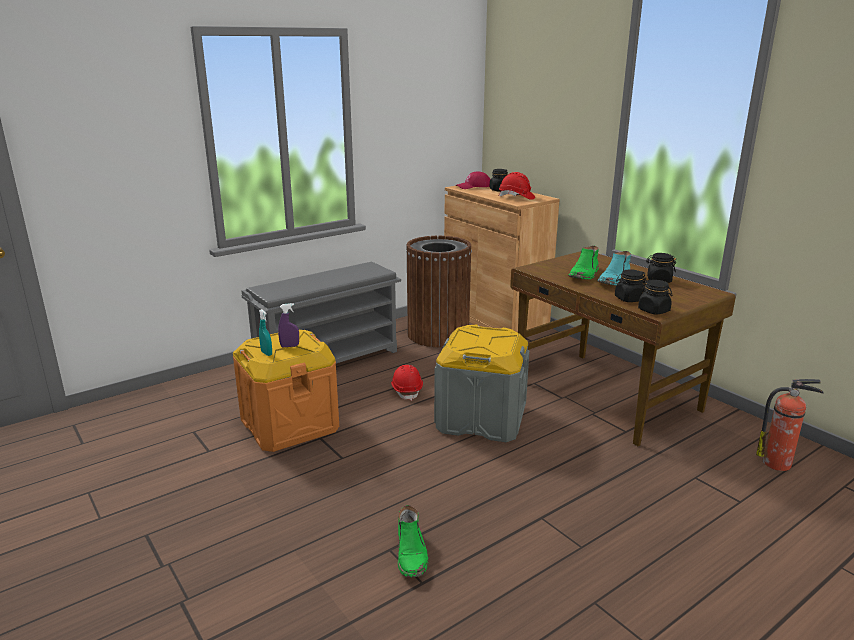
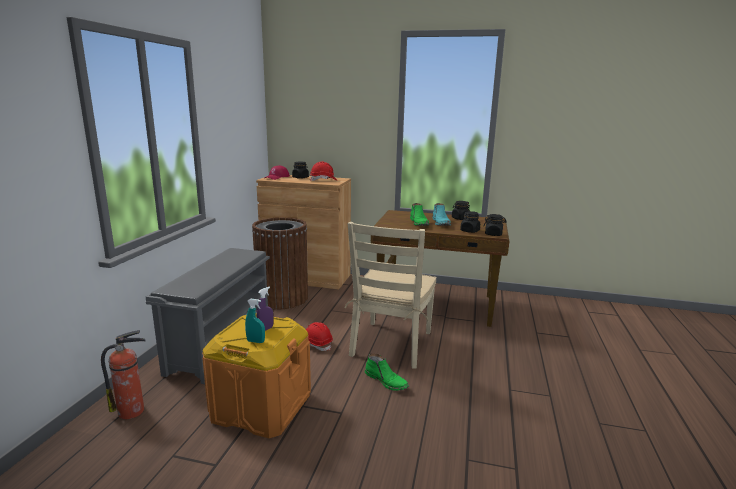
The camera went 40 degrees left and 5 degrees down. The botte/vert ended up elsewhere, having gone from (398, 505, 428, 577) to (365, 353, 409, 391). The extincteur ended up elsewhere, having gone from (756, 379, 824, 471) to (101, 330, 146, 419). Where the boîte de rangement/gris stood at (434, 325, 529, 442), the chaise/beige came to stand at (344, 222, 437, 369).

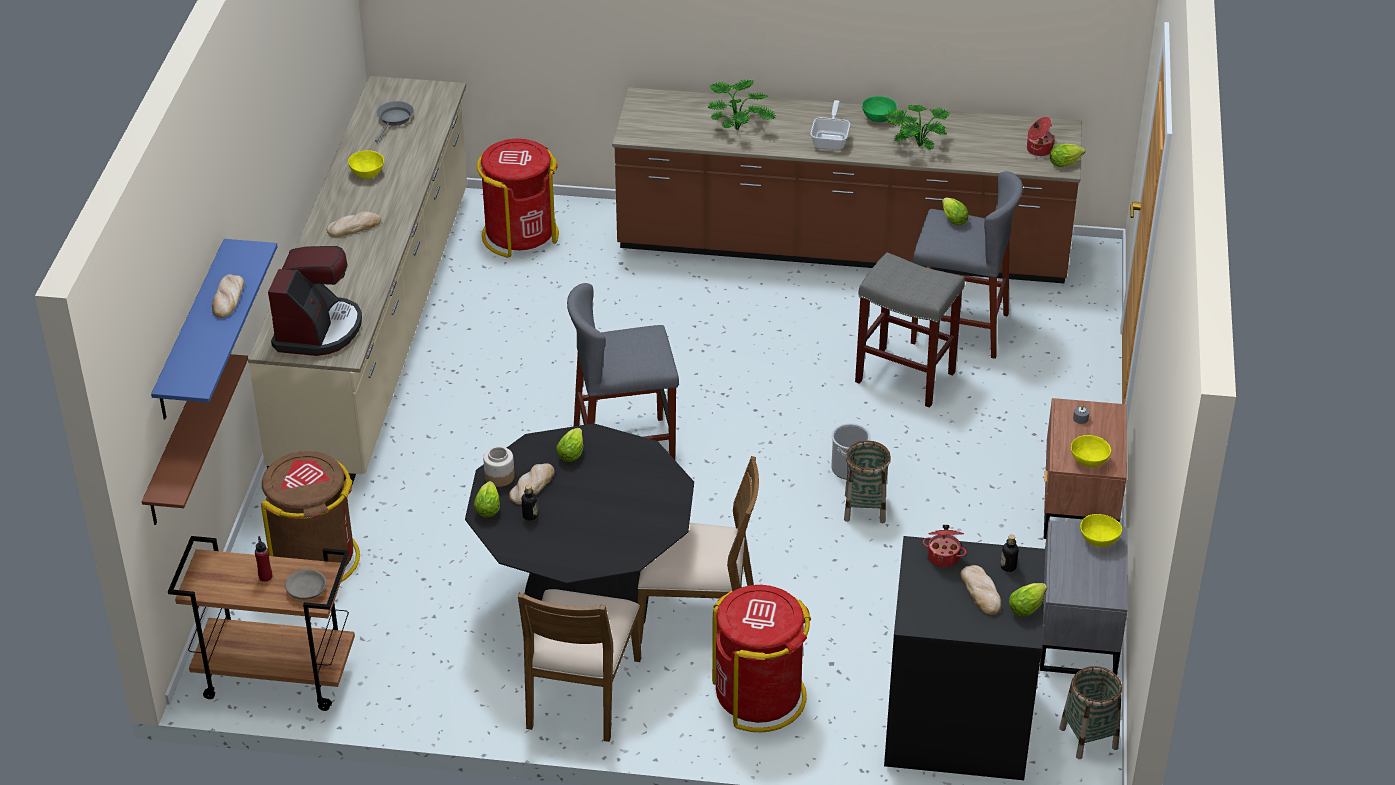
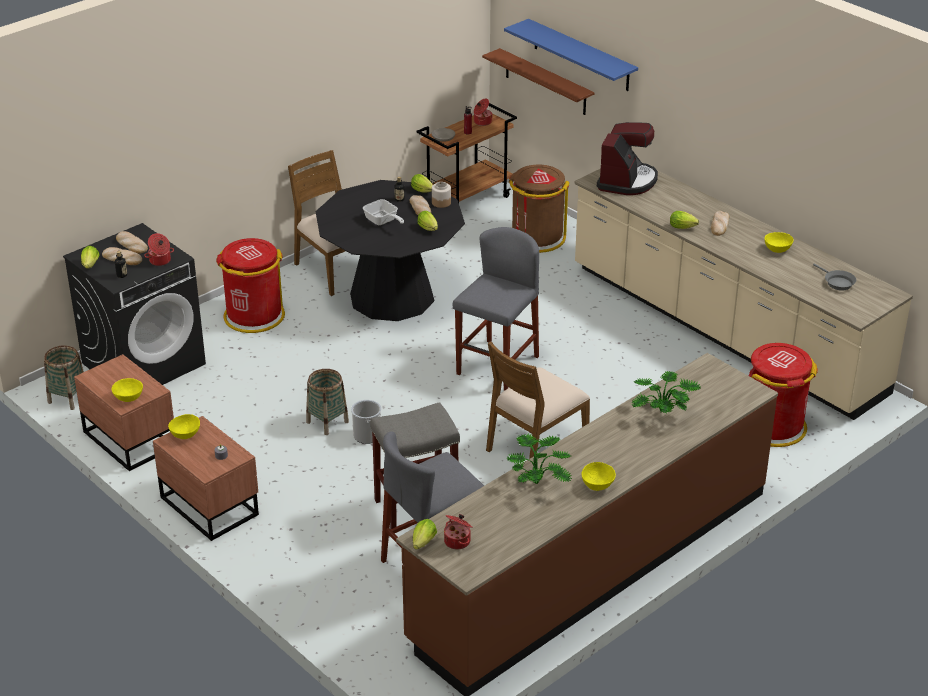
The camera went 130 degrees right and 5 degrees down. The second view gained the marmite at (474, 98, 492, 126). The pain ended up elsewhere, having gone from (212, 274, 244, 318) to (116, 231, 148, 254). The chaise/marron ended up elsewhere, having gone from (638, 456, 759, 644) to (486, 341, 590, 459). The poêle ended up elsewhere, having gone from (811, 100, 850, 150) to (363, 199, 404, 225). The laitue ended up elsewhere, having gone from (942, 198, 968, 225) to (670, 211, 699, 229). What was the bol/vert at (862, 96, 897, 122) turned into the bol/jaune at (582, 462, 616, 491). What was the table de chevet/gris at (1040, 520, 1128, 675) turned into the table de chevet/marron at (74, 354, 174, 471). The machine à café at (268, 246, 362, 356) ended up facing another way, 120 degrees counterclockwise from before.

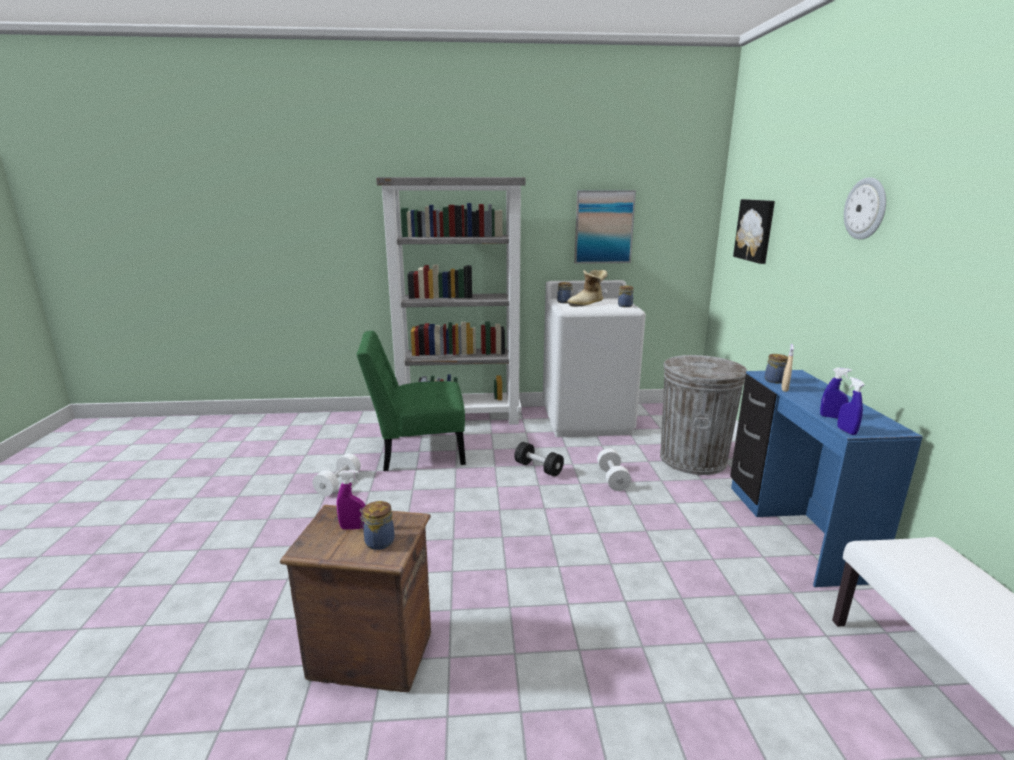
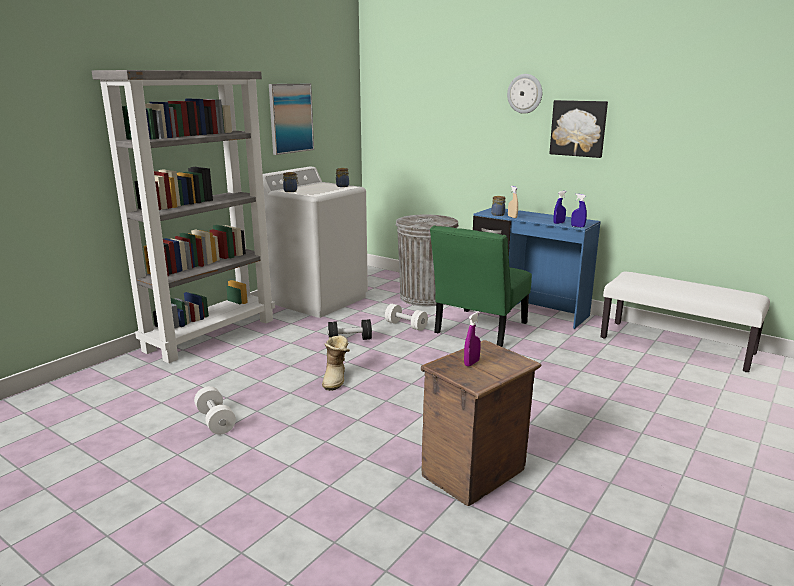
The camera went 50 degrees left and 0 degrees up. The second view lost the bocal at (360, 501, 395, 550). The chaise/vert ended up elsewhere, having gone from (356, 331, 466, 471) to (430, 225, 532, 347). The botte ended up elsewhere, having gone from (567, 270, 608, 307) to (322, 335, 350, 391). The tableau ended up elsewhere, having gone from (733, 199, 775, 264) to (549, 100, 608, 158).

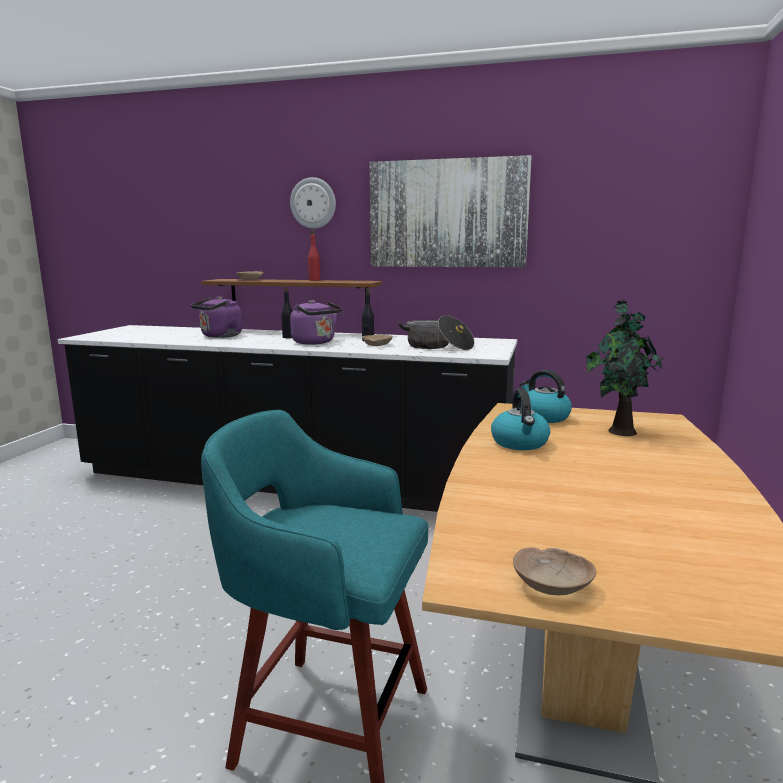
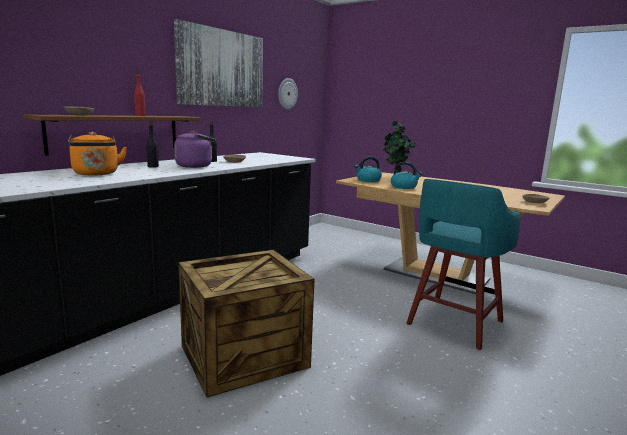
The camera went 70 degrees left and 0 degrees up. The second view lost the marmite at (398, 315, 474, 350). The second view gained the caisse at (178, 250, 315, 397). The horloge murale ended up elsewhere, having gone from (290, 177, 336, 229) to (278, 78, 298, 109). What was the bouilloire/violet at (191, 296, 242, 338) turned into the bouilloire/orange at (68, 132, 127, 176).

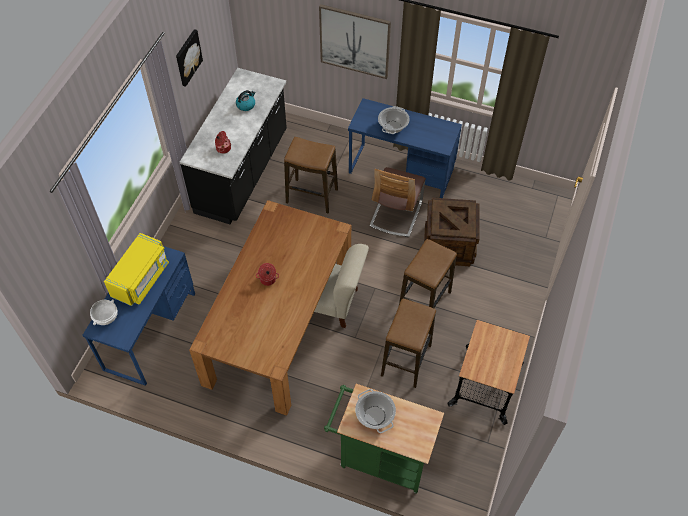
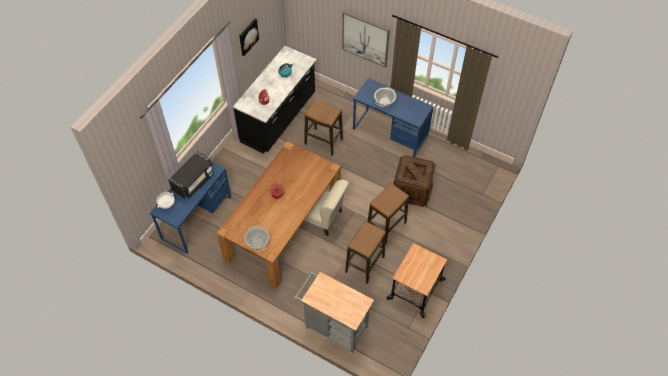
The camera went 10 degrees right and 0 degrees up. The second view lost the chaise at (370, 167, 426, 237). The marmite ended up elsewhere, having gone from (355, 389, 396, 433) to (244, 225, 270, 252). What was the micro-ondes/jaune at (104, 233, 169, 306) turned into the micro-ondes/noir at (168, 151, 214, 199). What was the chariot/vert at (324, 384, 444, 494) turned into the chariot/gris at (293, 271, 374, 353).

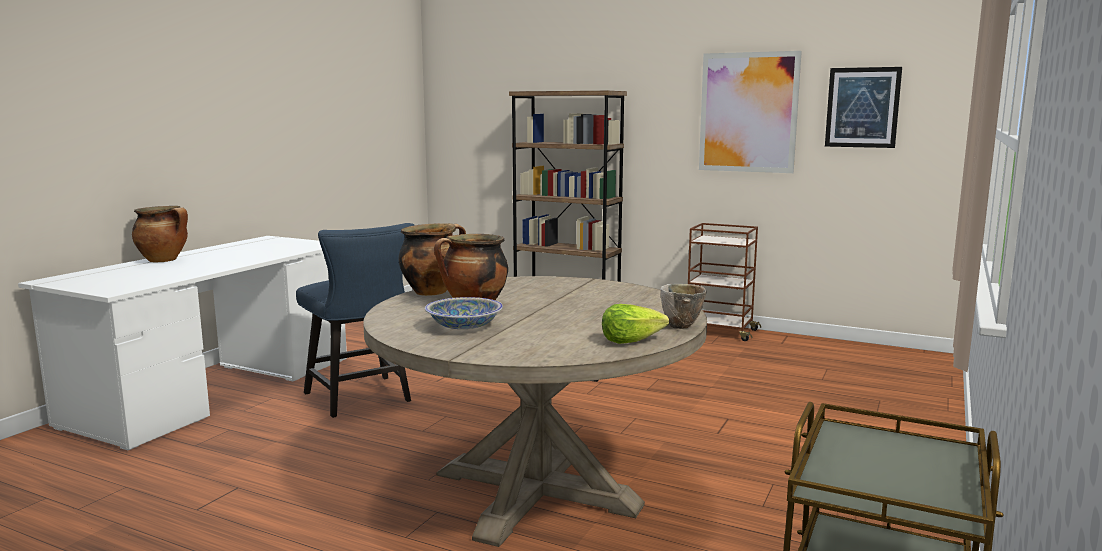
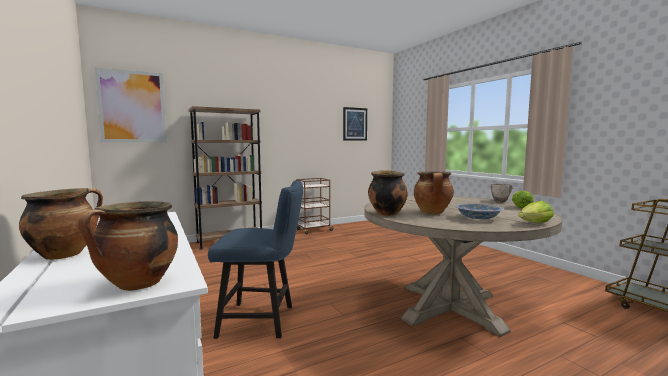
The camera went 55 degrees left and 5 degrees down. The second view gained the marmite at (78, 201, 178, 291). The second view gained the laitue at (519, 201, 554, 223). The tableau ended up elsewhere, having gone from (699, 51, 802, 173) to (95, 67, 167, 142).

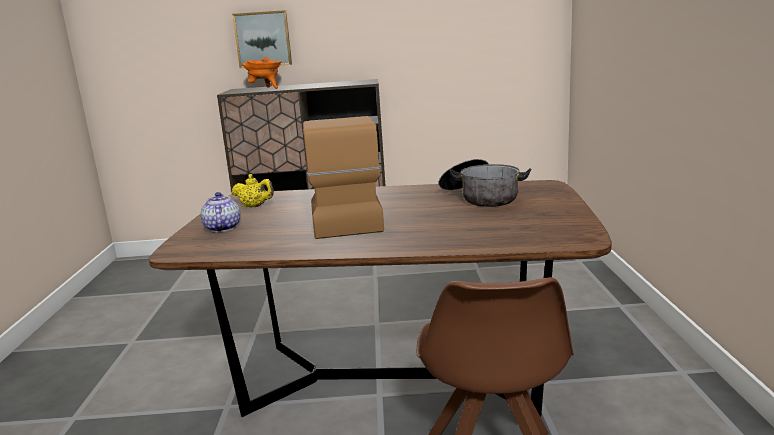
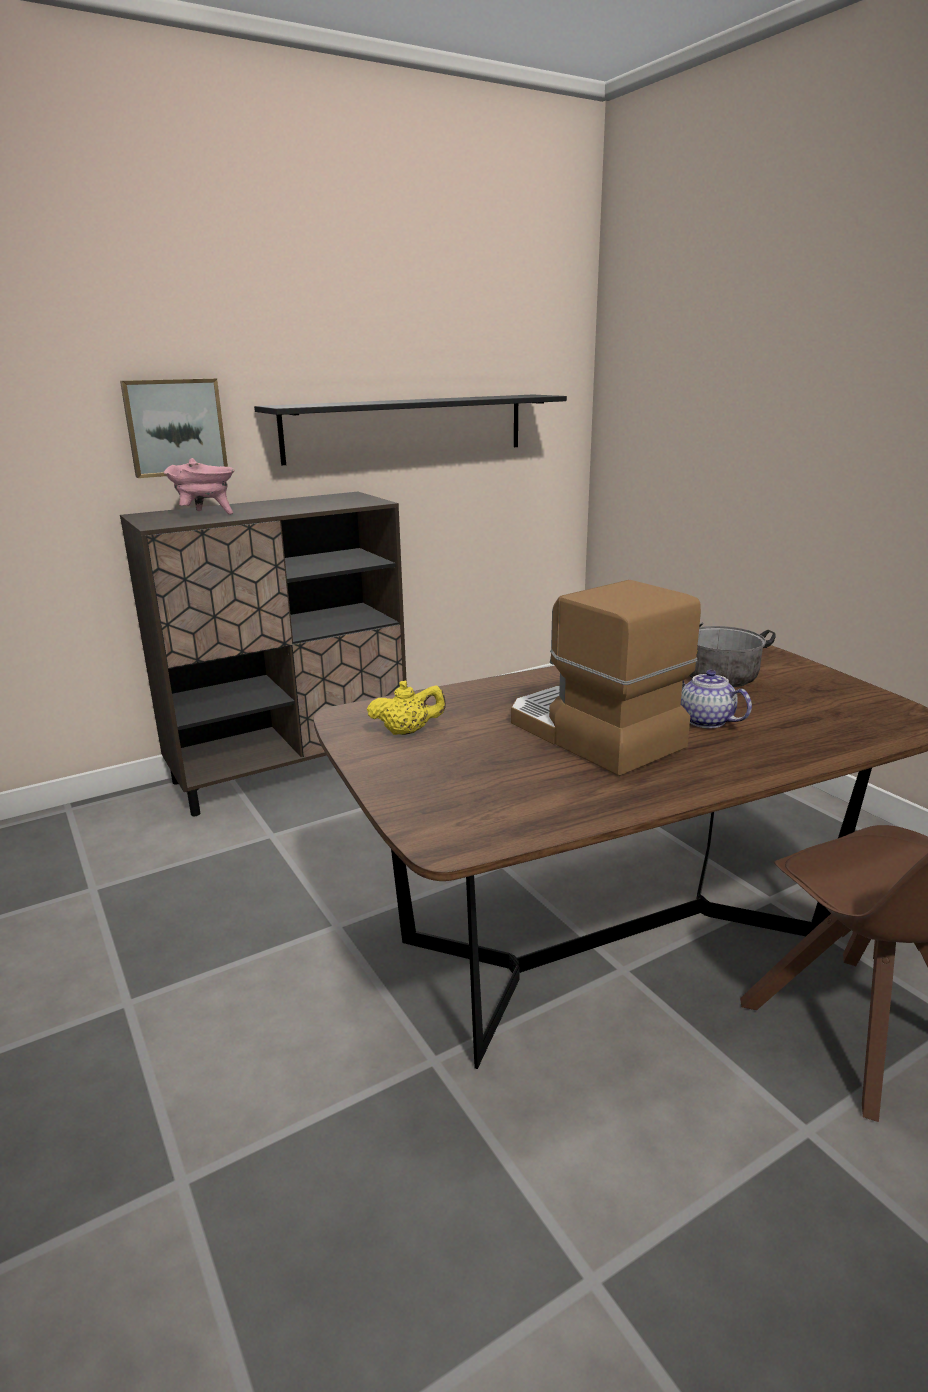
The camera went 30 degrees left and 5 degrees up. The second view gained the étagère/noir at (254, 395, 567, 465). The théière ended up elsewhere, having gone from (201, 192, 241, 232) to (681, 670, 752, 728). What was the marmite/orange at (242, 57, 282, 89) turned into the marmite/rose at (164, 458, 235, 515).

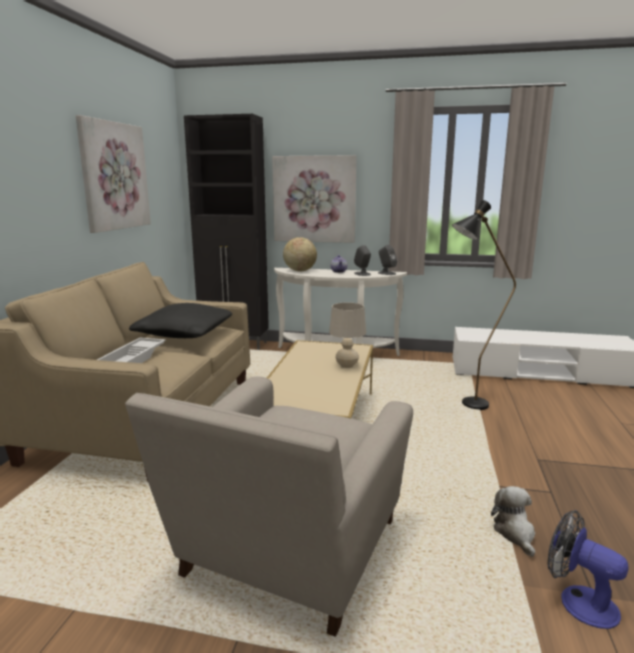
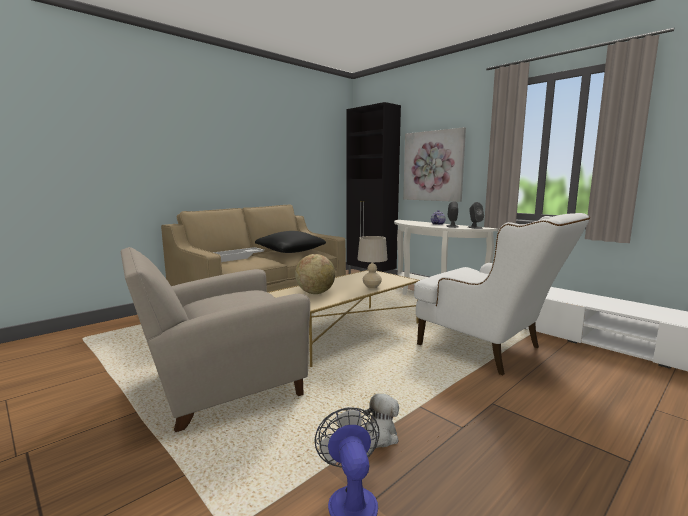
The camera went 35 degrees right and 5 degrees down. The second view lost the tableau at (76, 115, 151, 233). The globe ended up elsewhere, having gone from (283, 237, 317, 272) to (295, 254, 335, 294). Where the lampadaire/noir stood at (452, 200, 516, 410), the fauteuil/blanc came to stand at (414, 213, 590, 375).

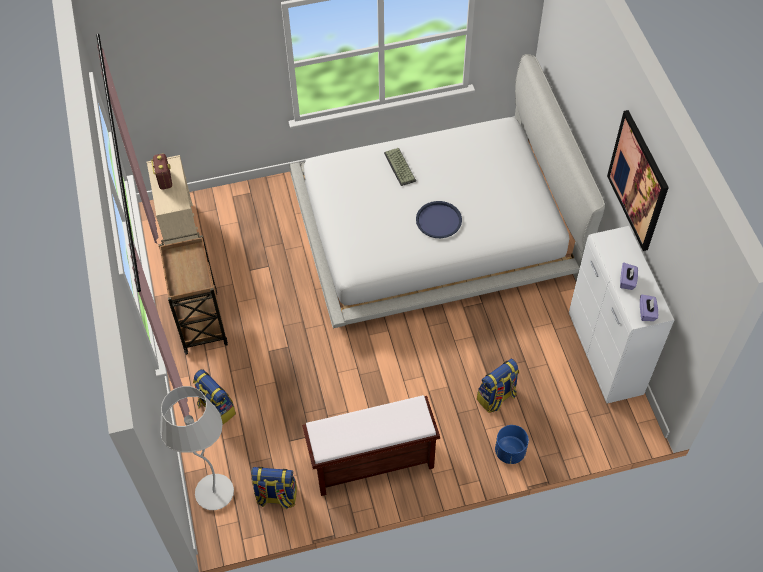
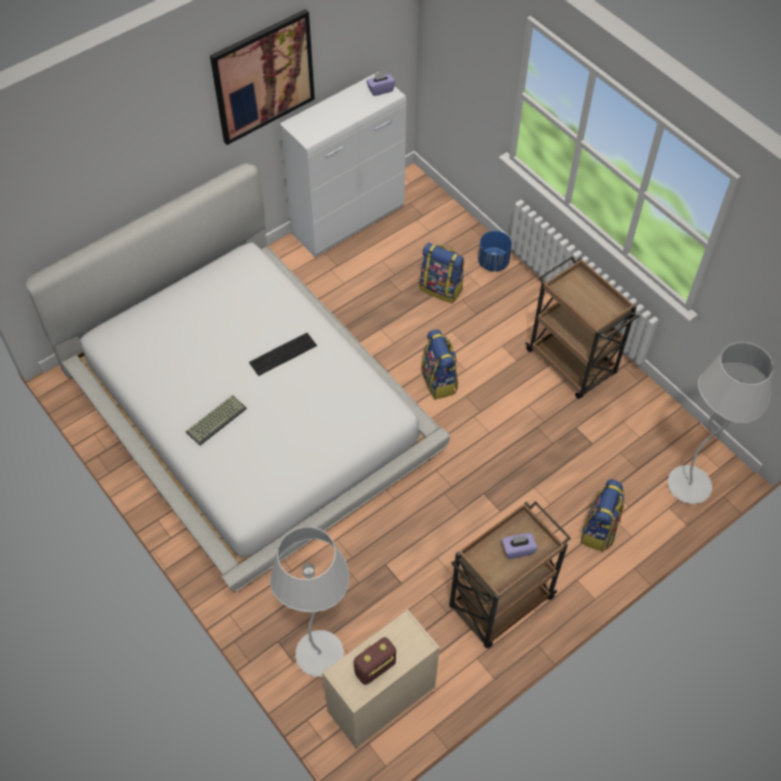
The camera went 115 degrees left and 0 degrees up. The second view gained the lampadaire/blanc at (270, 527, 349, 677). The sac à dos ended up elsewhere, having gone from (251, 467, 297, 509) to (421, 329, 458, 399). The boîte à mouchoirs/violet ended up elsewhere, having gone from (620, 263, 638, 290) to (502, 533, 538, 559). Where the banc/marron stood at (302, 395, 440, 496), the chariot/marron came to stand at (525, 256, 639, 399). Where the plateau/bleu stood at (416, 201, 462, 238), the clavier came to stand at (249, 333, 317, 376).

